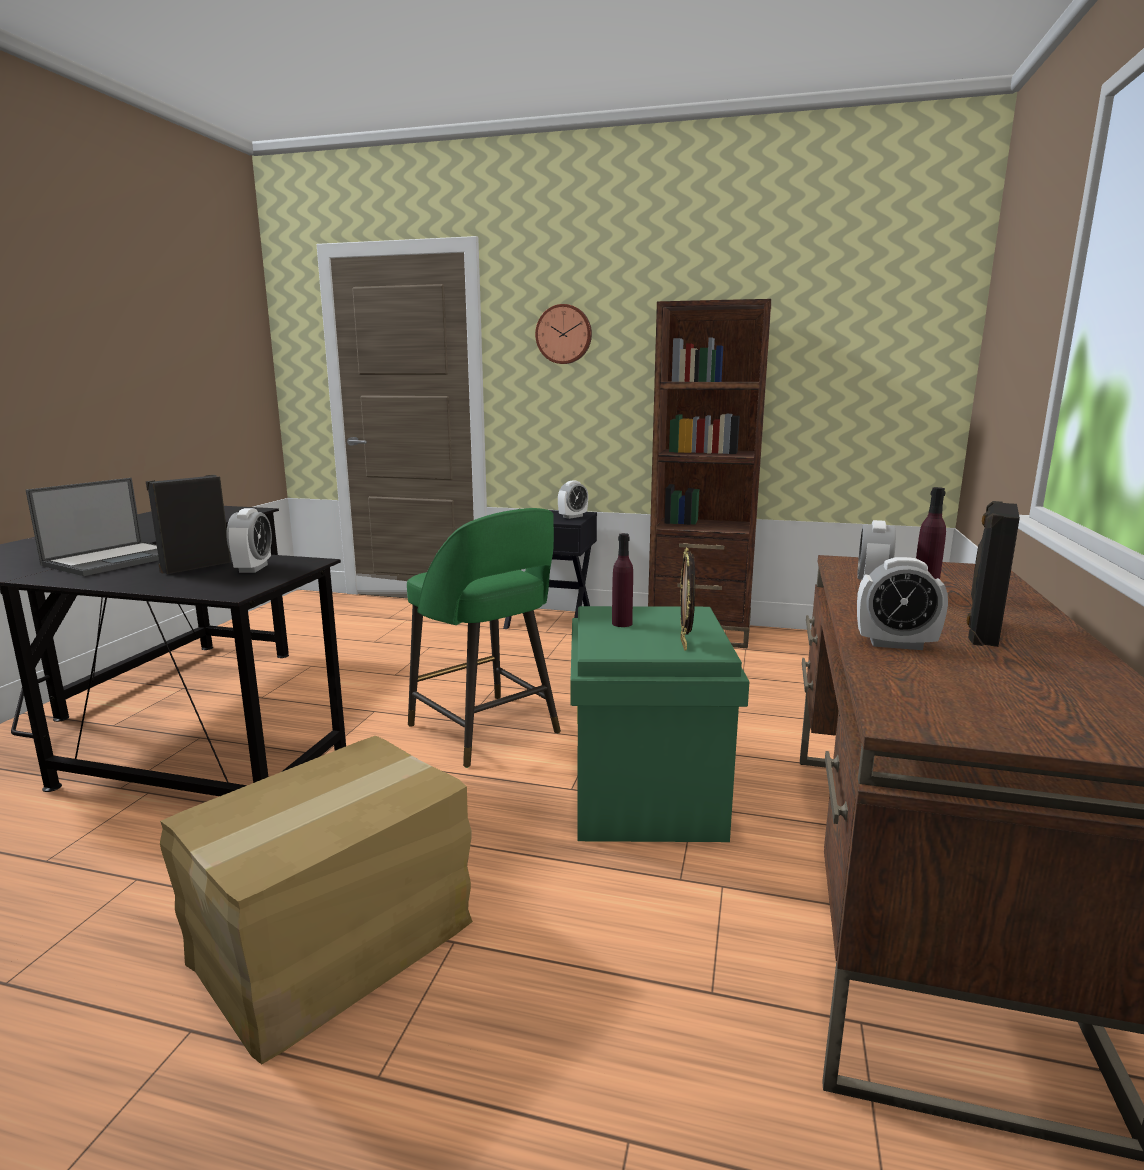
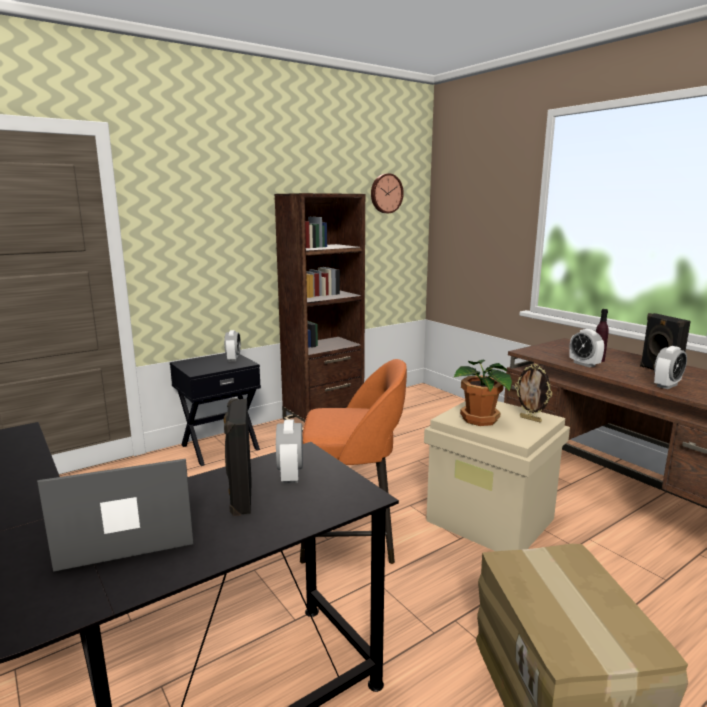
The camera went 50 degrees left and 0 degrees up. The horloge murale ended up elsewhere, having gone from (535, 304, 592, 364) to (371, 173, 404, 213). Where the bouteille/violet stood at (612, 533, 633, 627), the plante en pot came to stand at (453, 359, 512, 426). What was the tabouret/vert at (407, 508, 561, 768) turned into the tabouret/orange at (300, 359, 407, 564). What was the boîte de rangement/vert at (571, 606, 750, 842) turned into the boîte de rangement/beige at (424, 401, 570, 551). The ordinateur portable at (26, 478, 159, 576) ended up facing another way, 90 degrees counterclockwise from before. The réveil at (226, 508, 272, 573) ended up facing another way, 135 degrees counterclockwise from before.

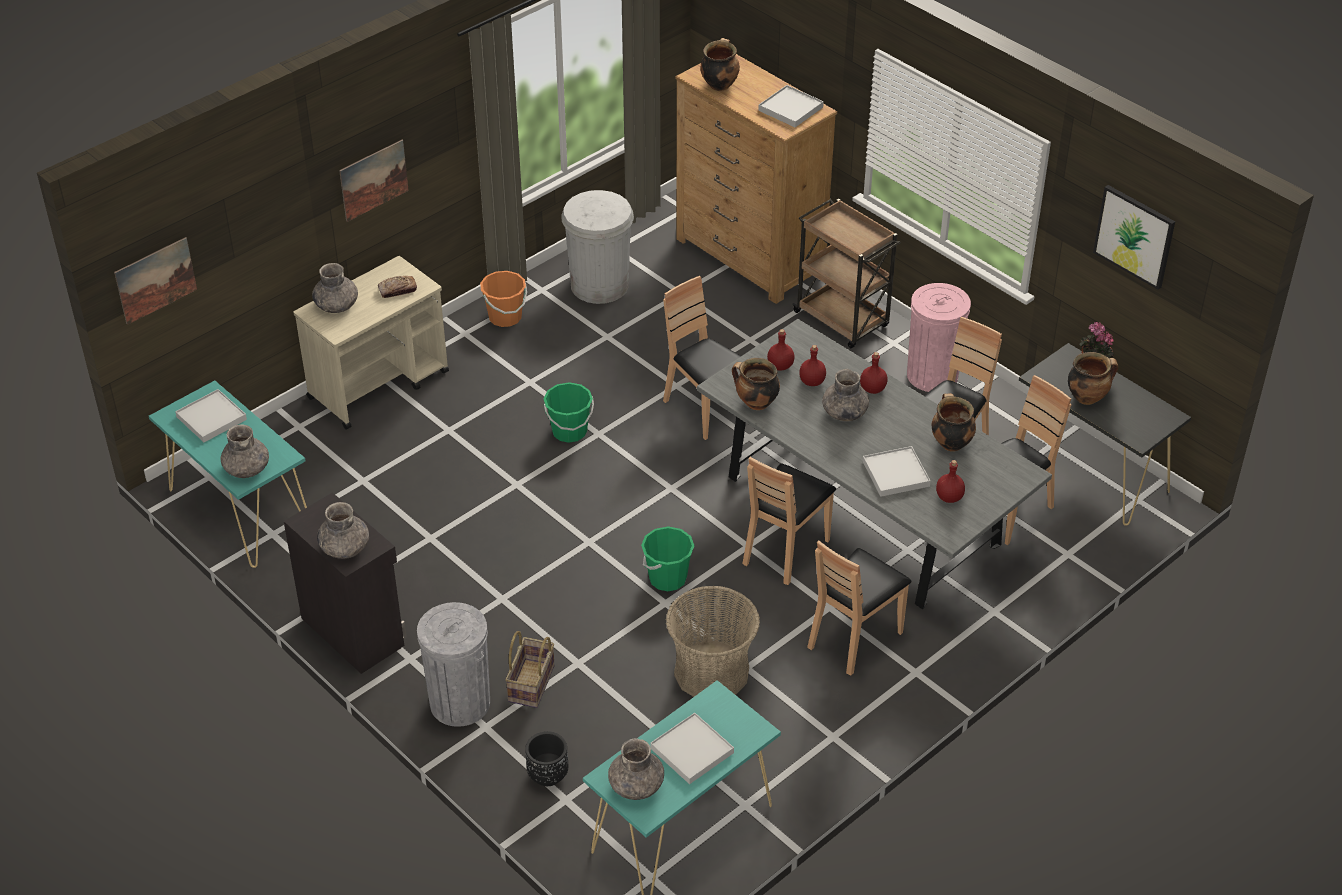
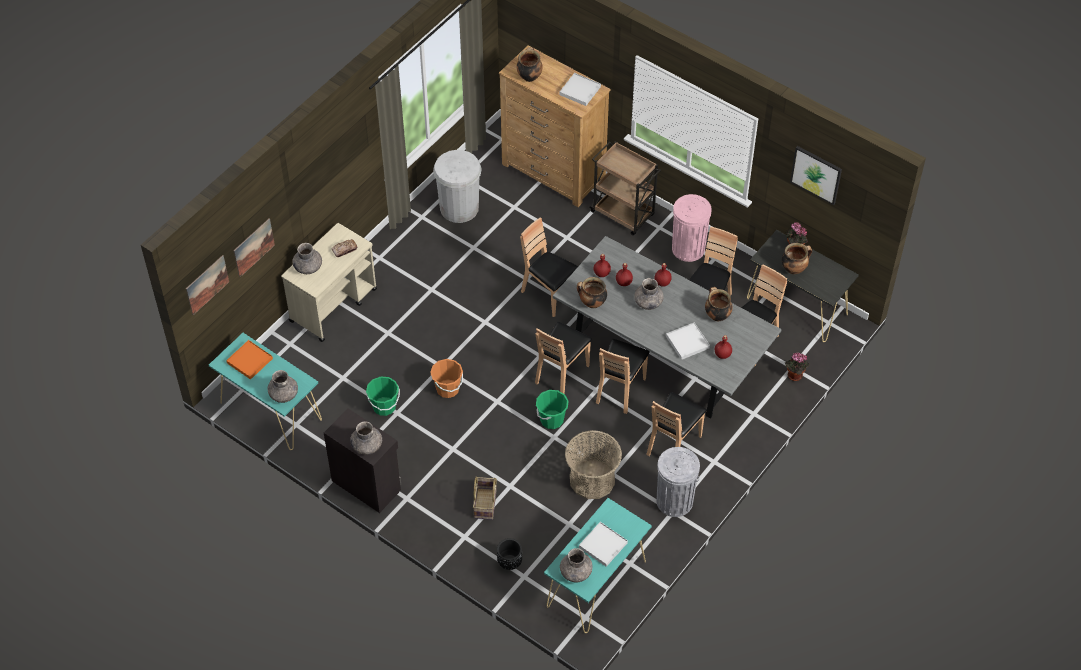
The camera went 10 degrees left and 10 degrees up. The second view gained the chaise/marron at (535, 322, 592, 394). The second view gained the plante en pot at (785, 353, 810, 381). The tableau ended up elsewhere, having gone from (339, 140, 409, 222) to (233, 218, 275, 277). The poubelle/gris ended up elsewhere, having gone from (417, 602, 490, 727) to (657, 447, 700, 517). The seau/orange ended up elsewhere, having gone from (480, 271, 527, 327) to (430, 359, 463, 398). The seau/vert ended up elsewhere, having gone from (543, 382, 594, 443) to (366, 377, 400, 416). What was the plateau/blanc at (175, 389, 247, 442) turned into the plateau/orange at (226, 340, 273, 380).

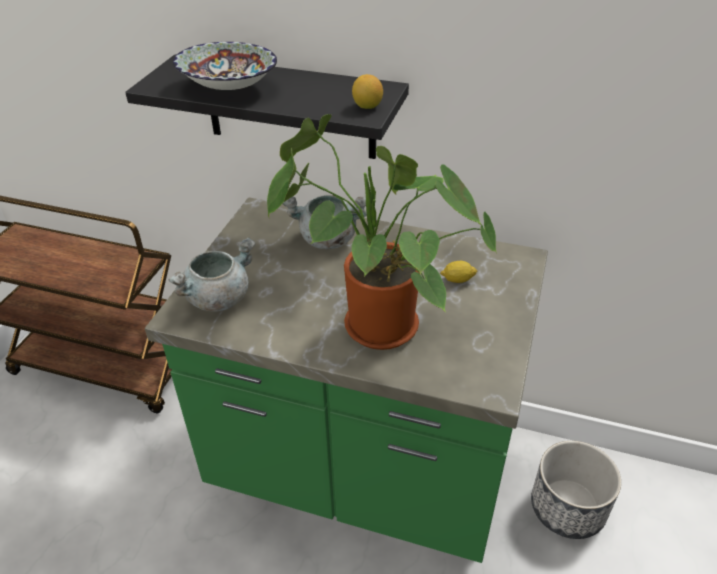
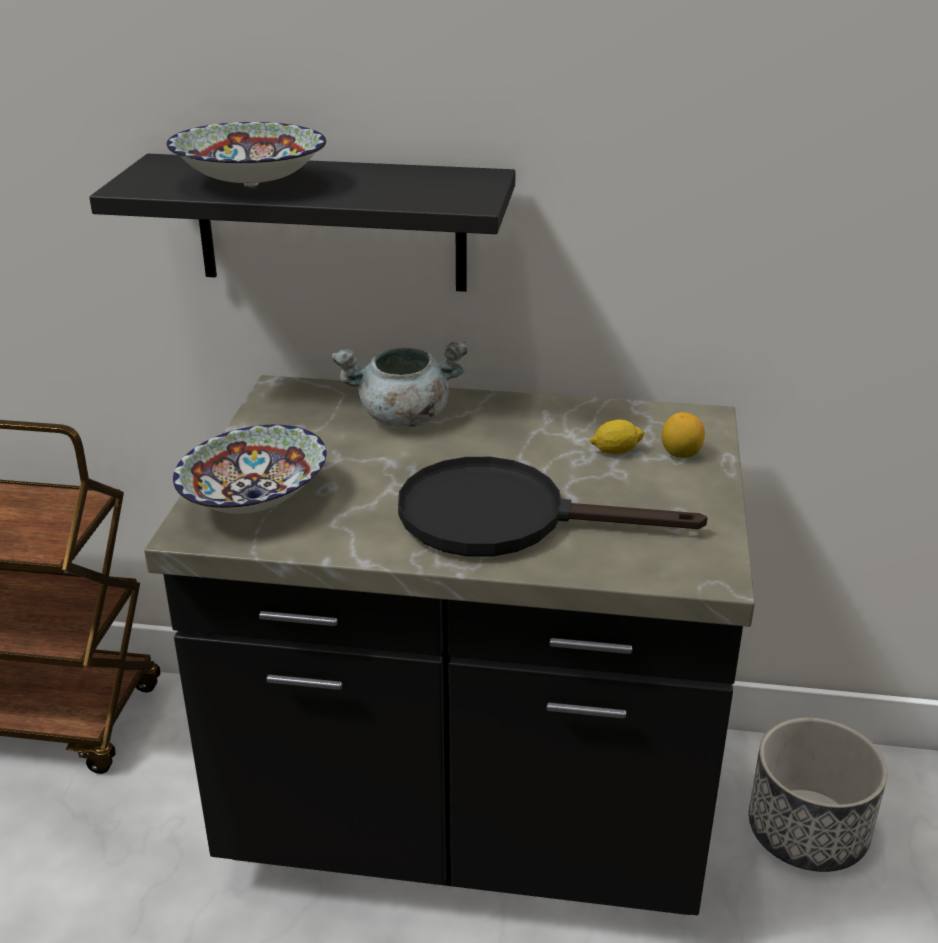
The camera went 10 degrees left and 10 degrees down. The citron ended up elsewhere, having gone from (352, 74, 383, 109) to (662, 412, 705, 458). Where the marmite/gris stood at (168, 237, 256, 312), the bol came to stand at (173, 425, 326, 514). Where the plante en pot stood at (267, 114, 497, 350), the poêle/noir came to stand at (398, 457, 707, 557). What was the comptoir de cuisine/vert at (145, 197, 548, 563) turned into the comptoir de cuisine/noir at (144, 375, 755, 915).

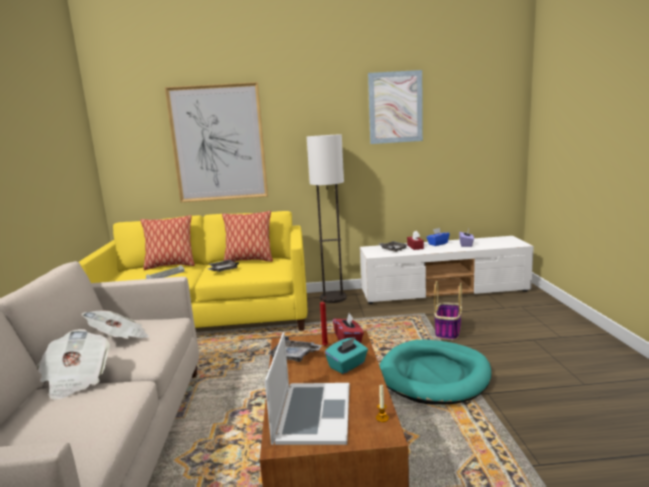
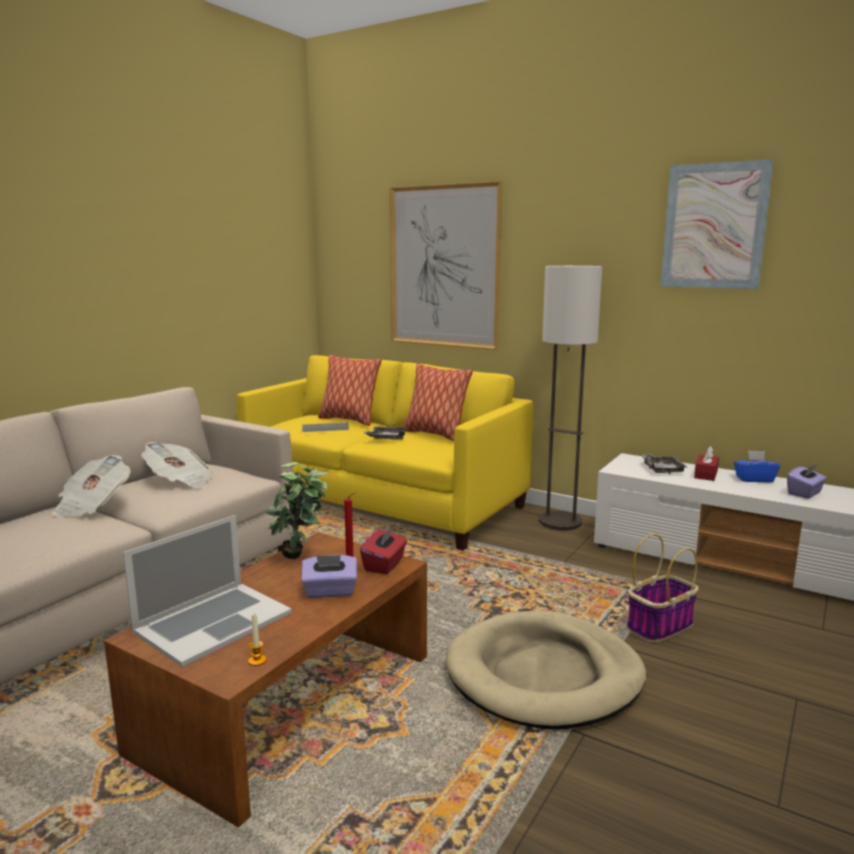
The camera went 35 degrees right and 0 degrees up. Where the plateau/gris stood at (268, 336, 322, 362), the plante en pot came to stand at (265, 462, 328, 559). What was the boîte à mouchoirs/turquoise at (325, 337, 368, 374) turned into the boîte à mouchoirs/violet at (301, 555, 357, 598). What was the panier pour chien/turquoise at (379, 340, 491, 405) turned into the panier pour chien/beige at (446, 610, 646, 729).

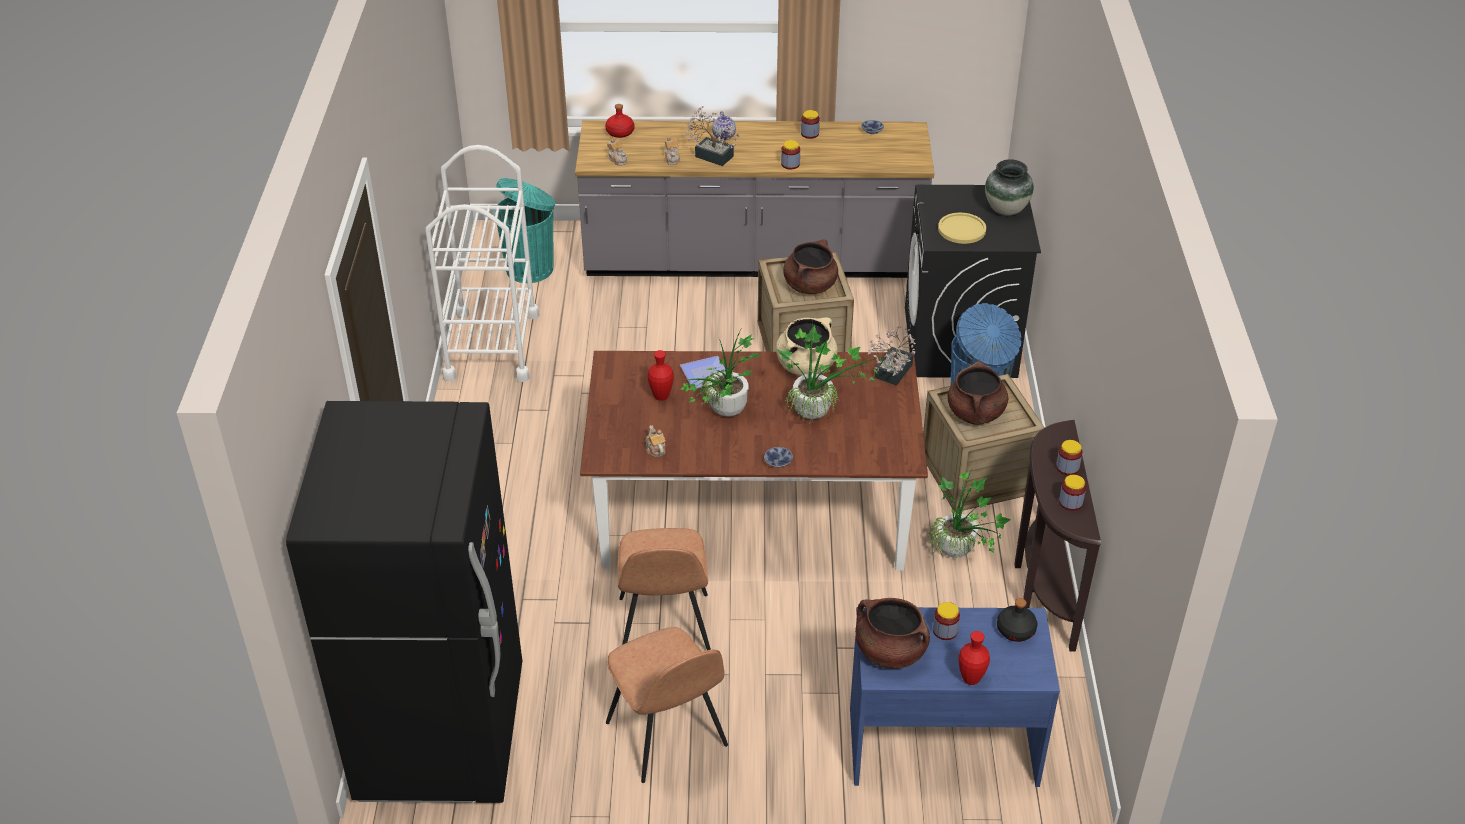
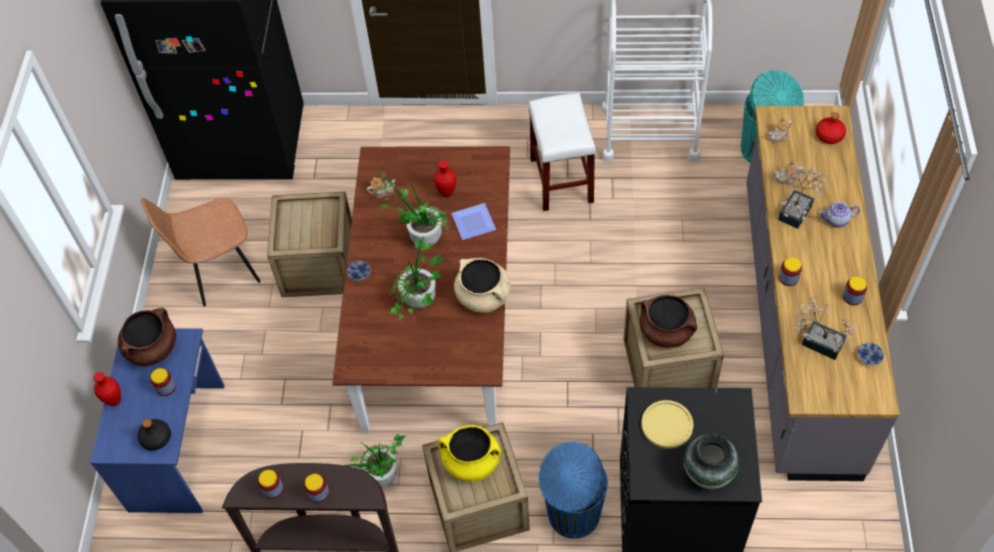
The camera went 95 degrees right and 15 degrees up. The second view gained the tabouret/blanc at (529, 93, 596, 211). The plante en pot ended up elsewhere, having gone from (867, 326, 916, 386) to (796, 296, 857, 360). Where the chaise/marron stood at (618, 528, 711, 650), the caisse came to stand at (267, 191, 352, 297). What was the marmite/marron at (947, 361, 1008, 425) turned into the marmite/jaune at (438, 425, 501, 482).

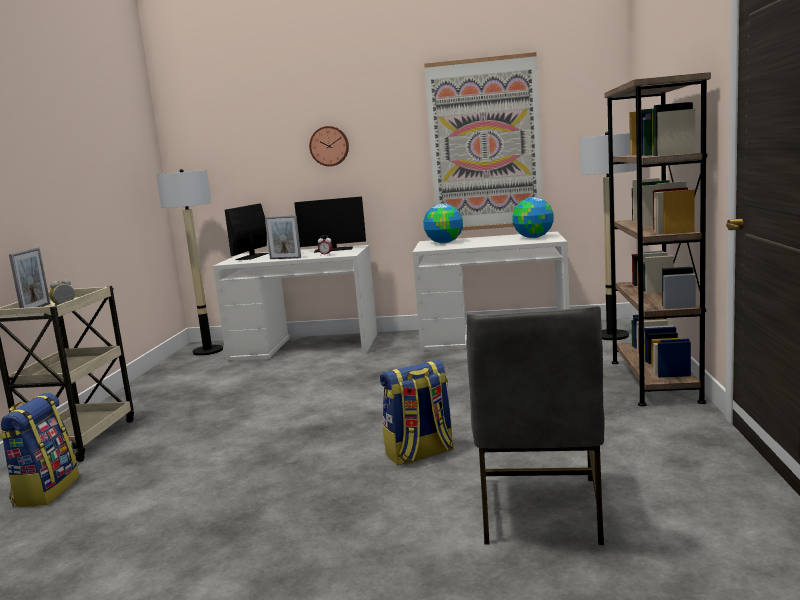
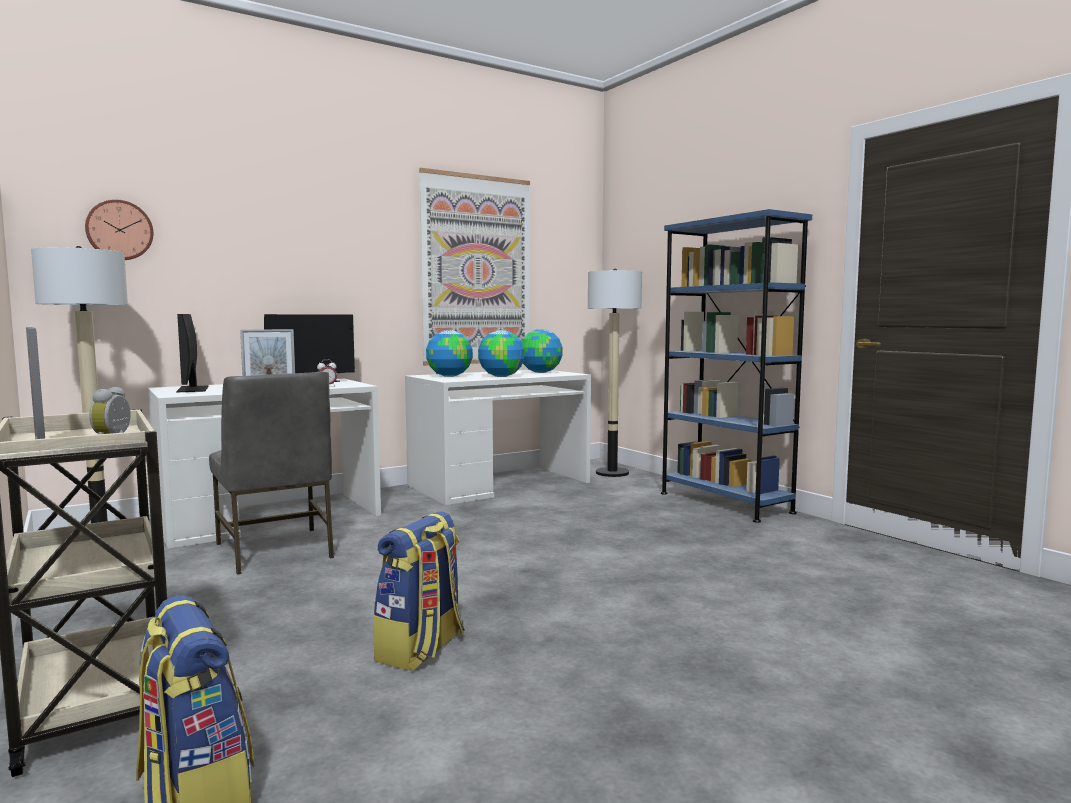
The camera went 40 degrees left and 5 degrees down. The second view gained the globe at (478, 330, 525, 377). The horloge murale ended up elsewhere, having gone from (309, 126, 349, 166) to (85, 199, 153, 260). The sac à dos ended up elsewhere, having gone from (380, 360, 454, 466) to (373, 511, 465, 671). The chaise/gris ended up elsewhere, having gone from (467, 306, 605, 545) to (209, 371, 334, 575). What was the bibliothèque/marron at (605, 72, 711, 406) turned into the bibliothèque/bleu at (661, 209, 812, 523).

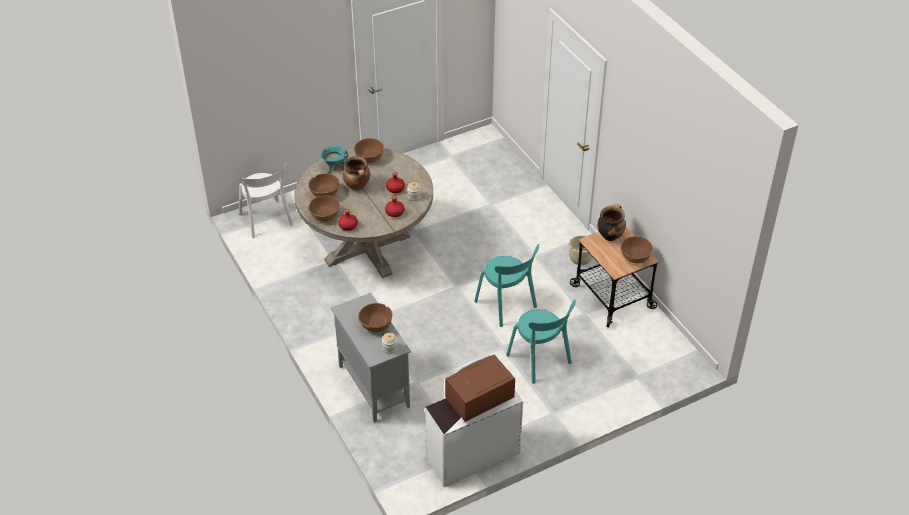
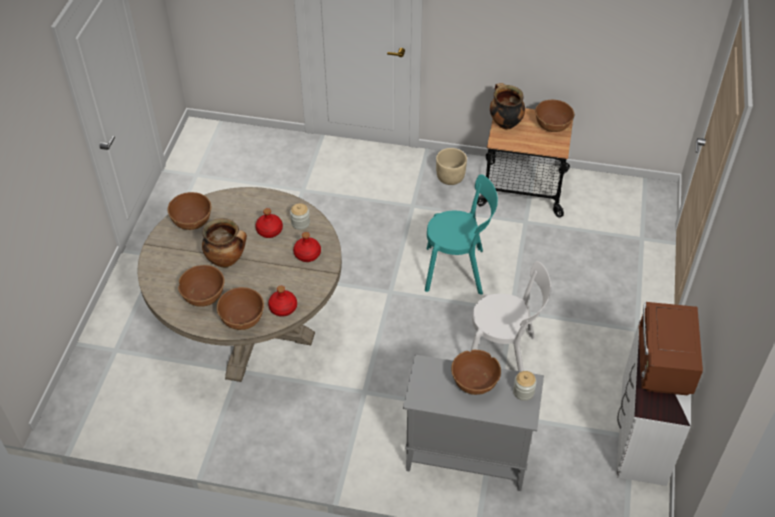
The camera went 50 degrees left and 5 degrees up. The second view lost the marmite/turquoise at (320, 146, 349, 173). The second view lost the chaise/turquoise at (506, 299, 576, 384). The chaise/blanc ended up elsewhere, having gone from (239, 163, 293, 238) to (470, 261, 551, 372).

